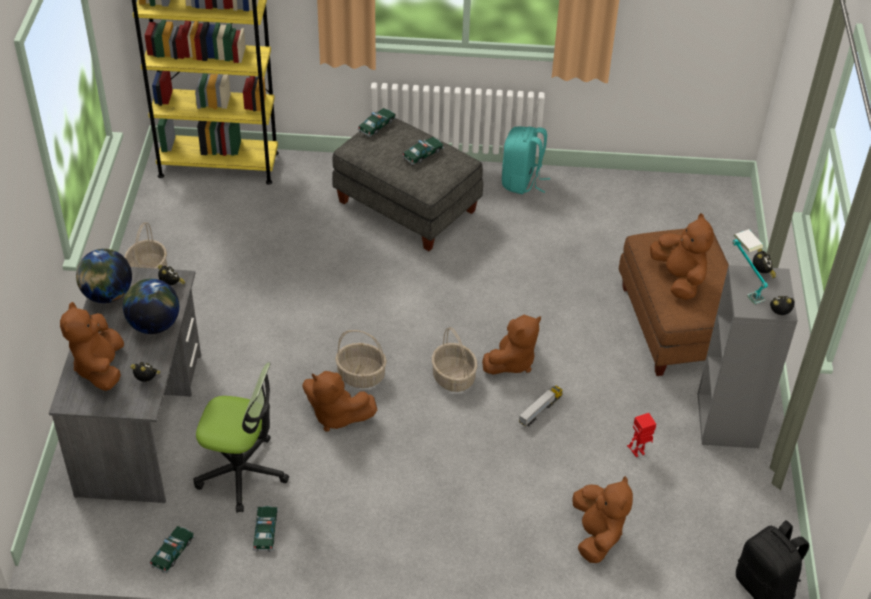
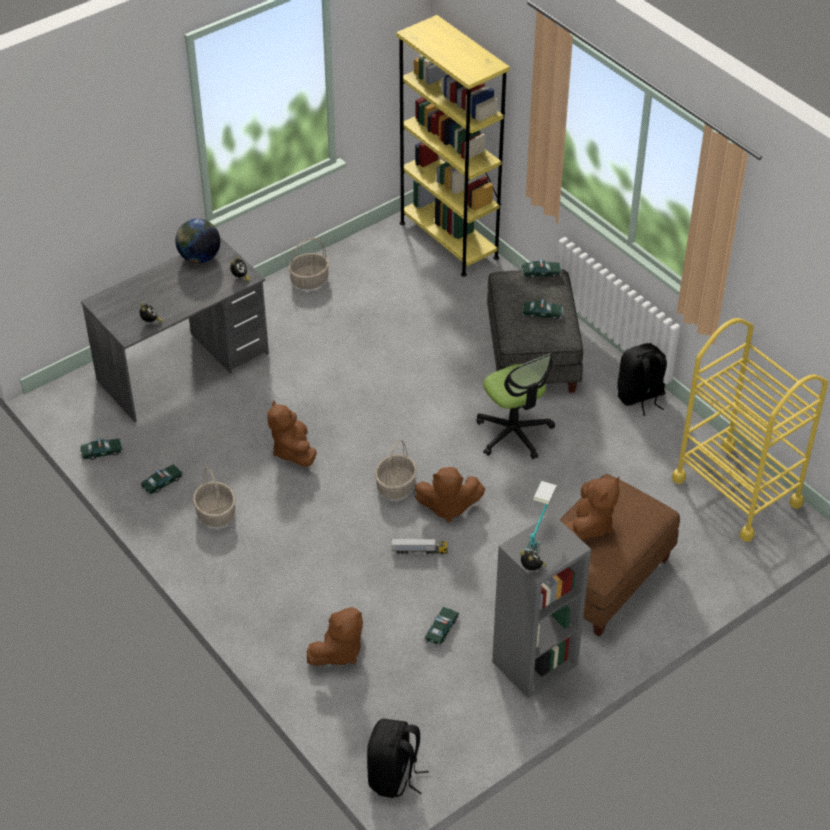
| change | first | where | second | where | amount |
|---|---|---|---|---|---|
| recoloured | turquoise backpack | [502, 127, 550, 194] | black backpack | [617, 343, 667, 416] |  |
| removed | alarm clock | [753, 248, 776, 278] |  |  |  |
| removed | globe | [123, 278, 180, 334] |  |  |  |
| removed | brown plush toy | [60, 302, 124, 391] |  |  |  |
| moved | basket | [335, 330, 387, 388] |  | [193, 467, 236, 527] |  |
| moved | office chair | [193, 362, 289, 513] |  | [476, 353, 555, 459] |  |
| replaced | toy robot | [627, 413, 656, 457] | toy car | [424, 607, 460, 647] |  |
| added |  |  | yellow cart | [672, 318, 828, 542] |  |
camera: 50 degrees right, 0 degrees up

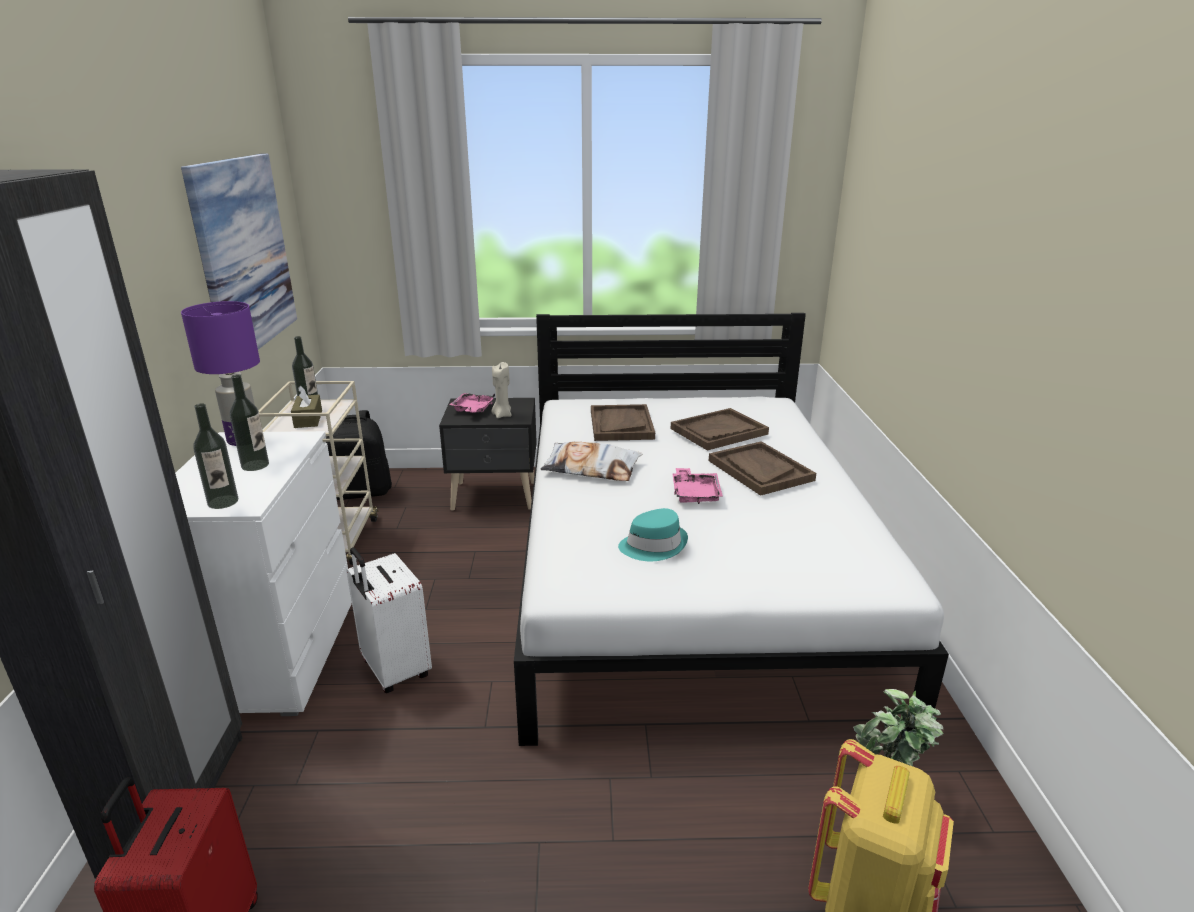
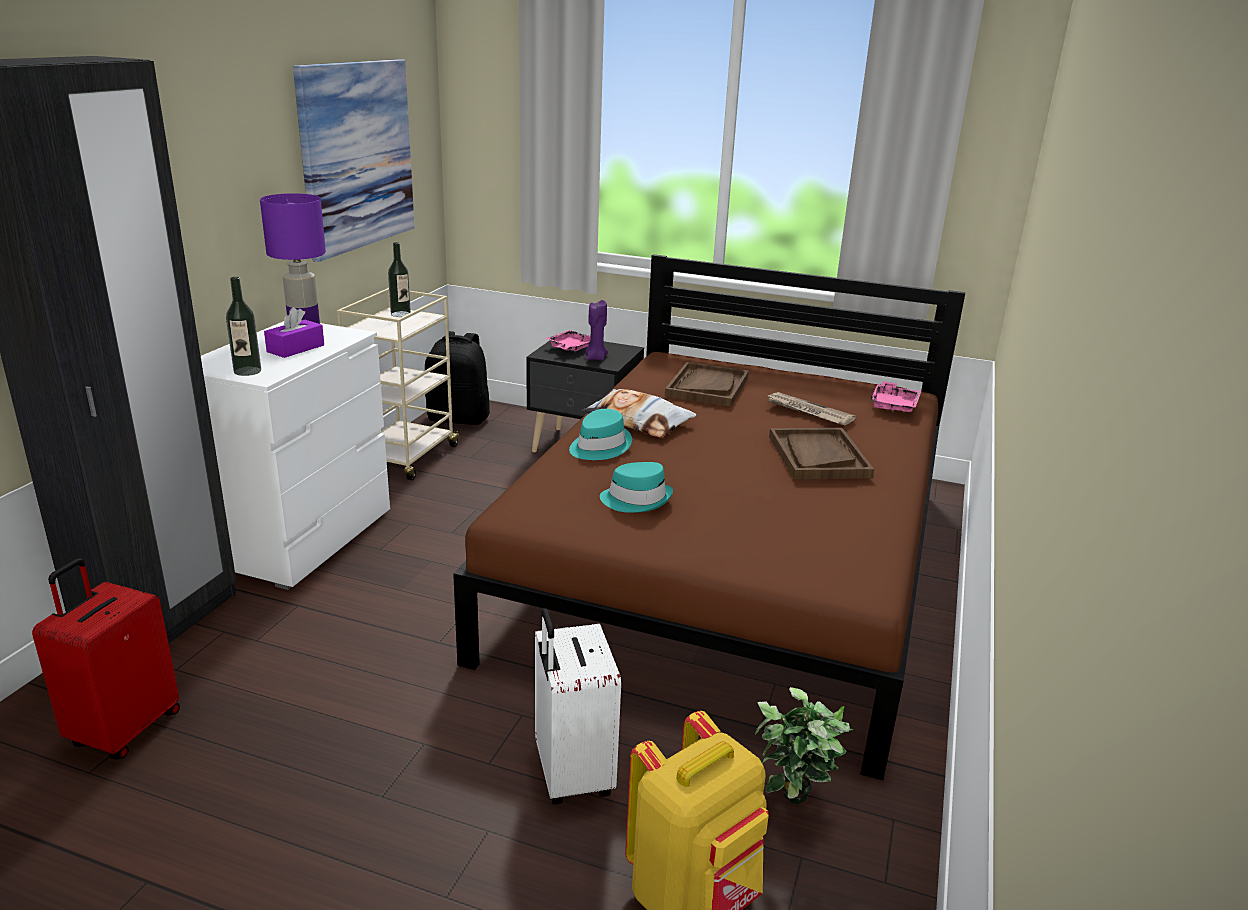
| change | first | where | second | where | amount |
|---|---|---|---|---|---|
| recoloured | white bed | [514, 313, 949, 746] | brown bed | [453, 254, 966, 780] |  |
| recoloured | beige candle | [491, 362, 512, 418] | purple candle | [585, 300, 608, 361] |  |
| replaced | bottle | [230, 374, 269, 471] | purple tissue box | [264, 307, 324, 358] |  |
| removed | brown tissue box | [291, 385, 322, 428] |  |  |  |
| replaced | brown tray | [671, 408, 769, 451] | newspaper | [766, 392, 856, 425] |  |
| moved | pink tray | [672, 468, 723, 504] |  | [871, 381, 921, 412] |  |
| moved | white suitcase | [346, 547, 432, 693] |  | [535, 608, 621, 805] |  |
| added |  |  | turquoise hat | [569, 409, 632, 460] |  |
camera: 20 degrees right, 0 degrees up

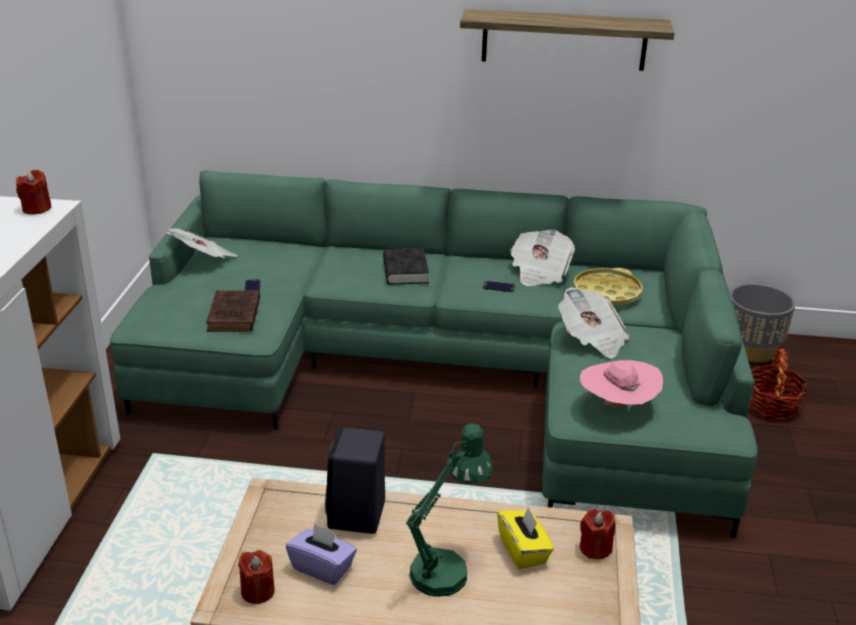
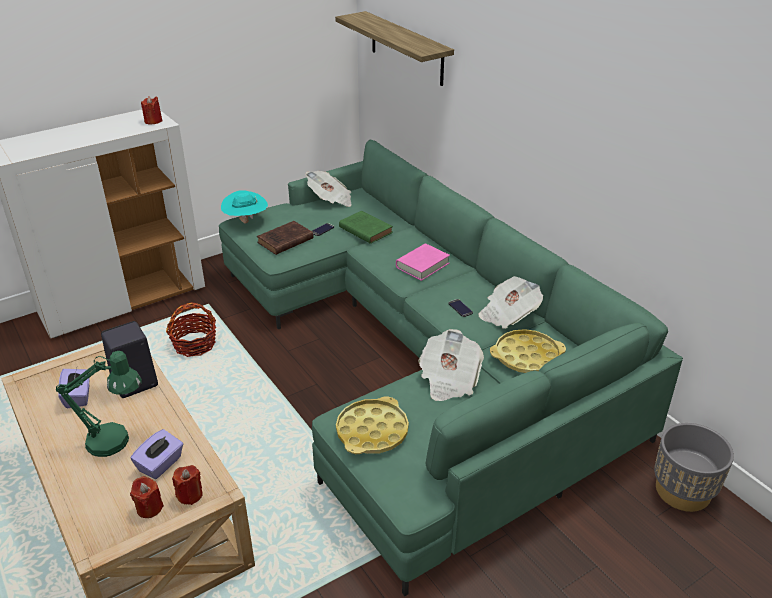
| change | first | where | second | where | amount |
|---|---|---|---|---|---|
| moved | shelf | [460, 9, 674, 71] |  | [335, 11, 454, 86] |  |
| recoloured | black book | [383, 248, 429, 284] | pink book | [396, 244, 450, 281] |  |
| moved | basket | [749, 349, 808, 420] |  | [166, 302, 216, 357] |  |
| replaced | pink hat | [580, 360, 663, 412] | yellow tray | [336, 396, 409, 454] |  |
| recoloured | yellow tissue box | [497, 506, 554, 569] | purple tissue box | [131, 429, 183, 479] |  |
| moved | red candle | [238, 550, 275, 604] |  | [130, 476, 164, 518] |  |
| added |  |  | turquoise hat | [221, 190, 268, 224] |  |
| added |  |  | green book | [339, 211, 393, 244] |  |
camera: 50 degrees right, 5 degrees up

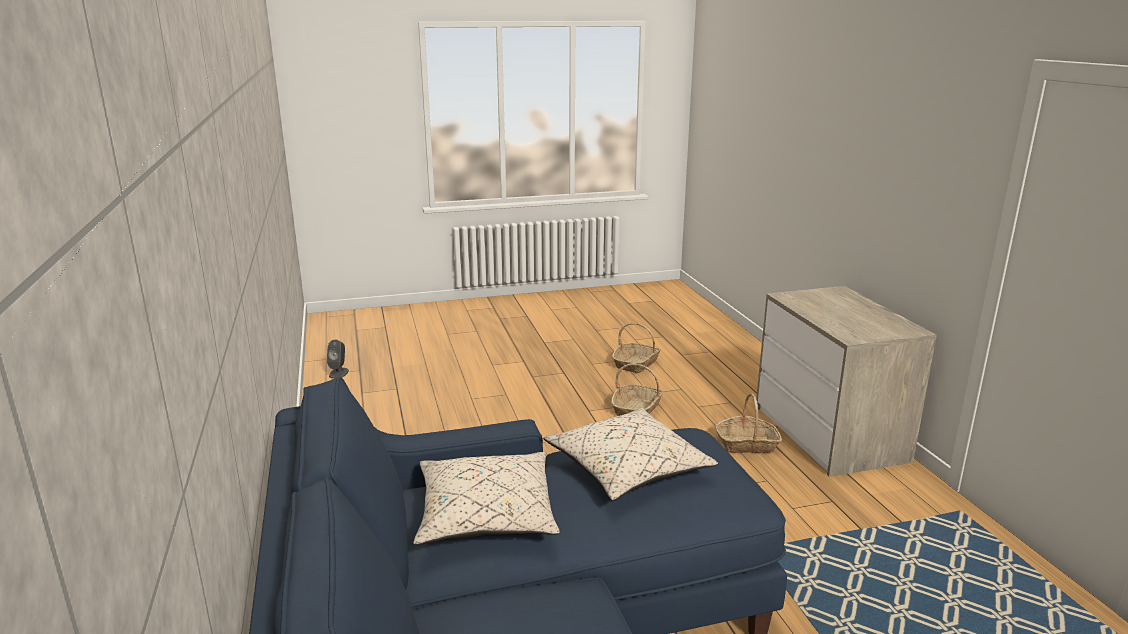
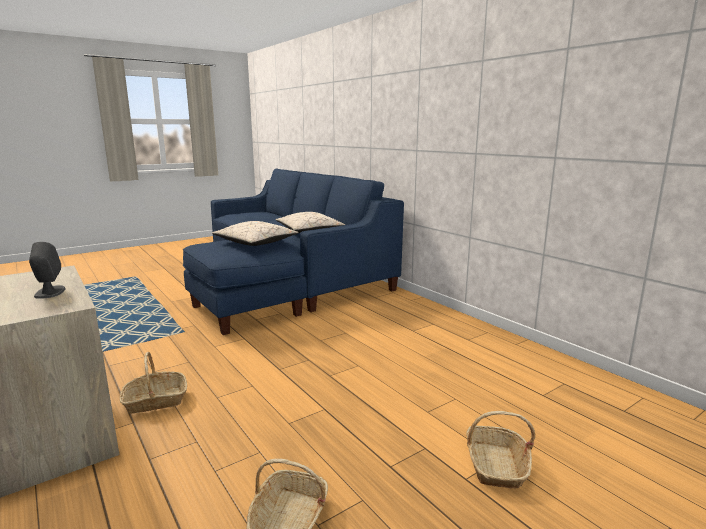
| change | first | where | second | where | amount |
|---|---|---|---|---|---|
| moved | grey speaker | [327, 339, 349, 379] |  | [29, 242, 65, 299] |  |
| moved | basket | [611, 363, 663, 416] |  | [466, 411, 535, 489] |  |
camera: 160 degrees right, 5 degrees down

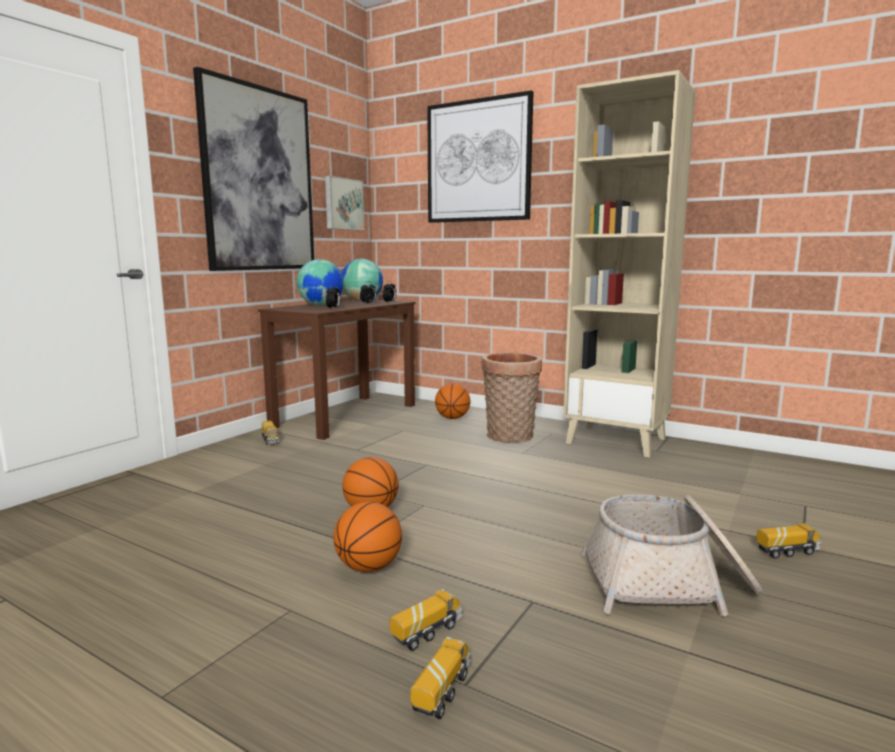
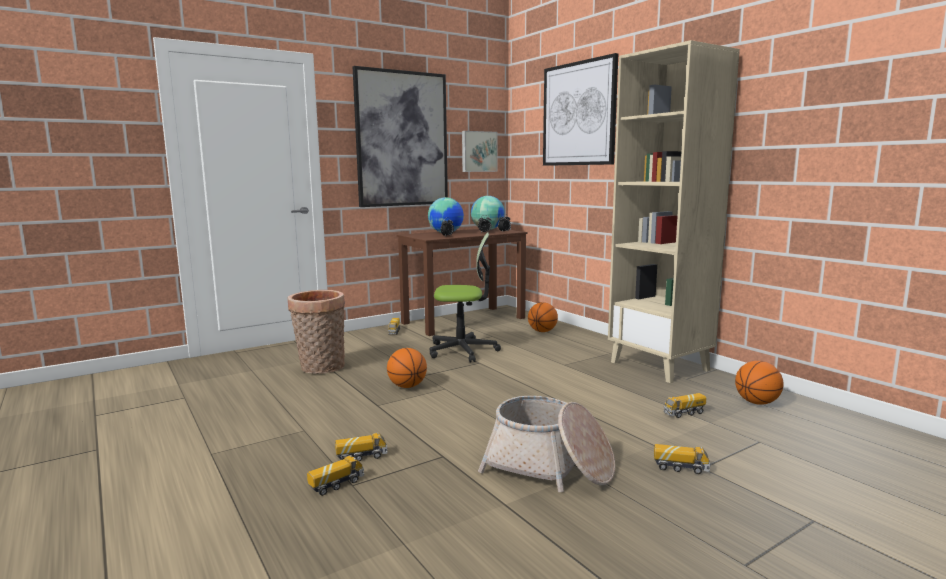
| change | first | where | second | where | amount |
|---|---|---|---|---|---|
| moved | basket | [482, 352, 542, 443] |  | [287, 290, 345, 374] |  |
| moved | basketball | [334, 502, 402, 572] |  | [735, 361, 783, 405] |  |
| added |  |  | office chair | [429, 232, 501, 362] |  |
| added |  |  | toy truck | [663, 393, 706, 418] |  |
camera: 25 degrees right, 0 degrees up

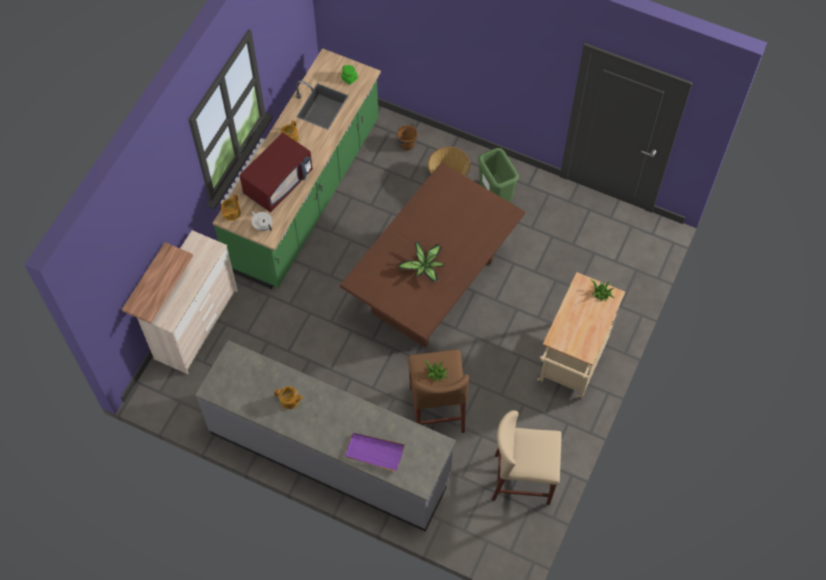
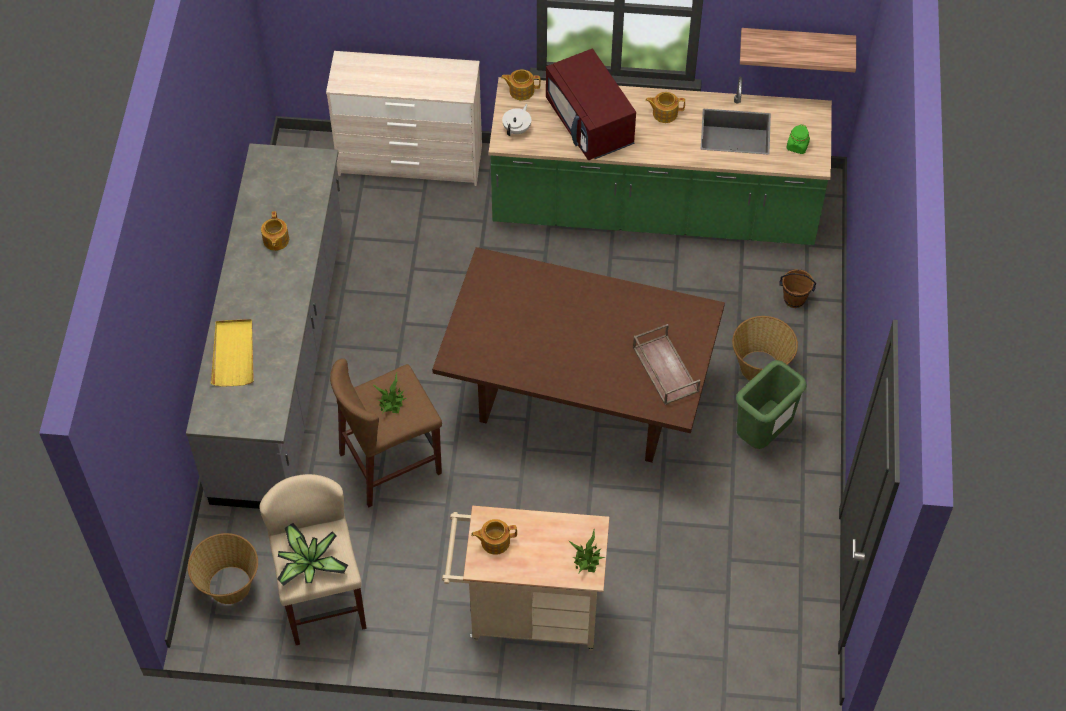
| change | first | where | second | where | amount |
|---|---|---|---|---|---|
| turned | red microwave | [239, 132, 313, 212] |  | [546, 49, 636, 161] | 45 degrees clockwise |
| moved | shelf | [122, 242, 193, 324] |  | [740, 28, 856, 72] |  |
| moved | potted plant | [398, 242, 444, 282] |  | [277, 523, 348, 586] |  |
| recoloured | purple tray | [345, 433, 405, 472] | yellow tray | [211, 319, 254, 387] |  |
| added |  |  | brown tray | [633, 324, 700, 405] |  |
| added |  |  | teapot | [471, 519, 517, 555] |  |
| added |  |  | basket | [188, 533, 258, 604] |  |
camera: 70 degrees right, 5 degrees down

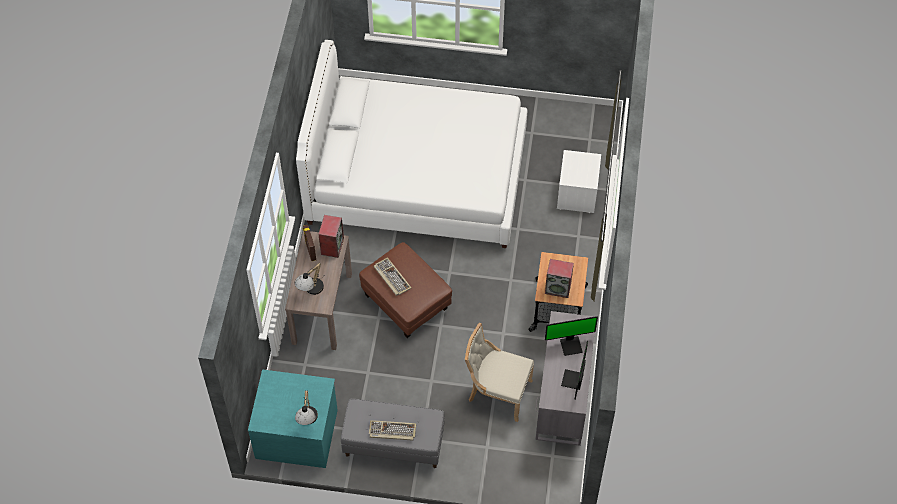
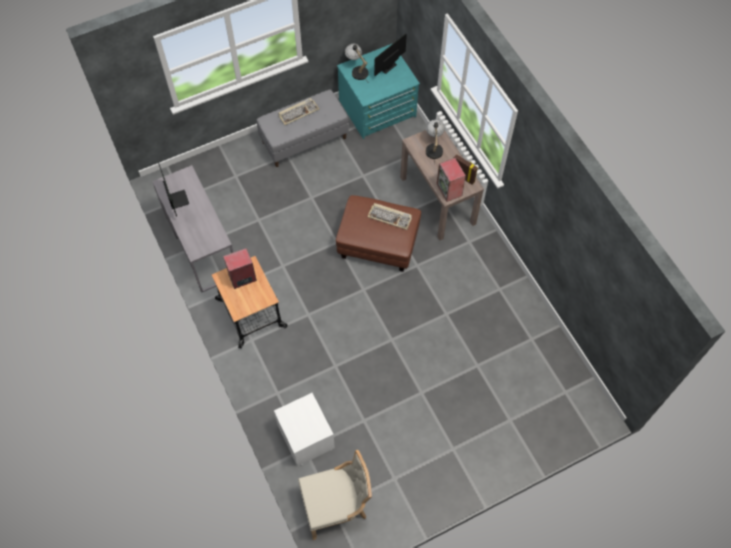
| change | first | where | second | where | amount |
|---|---|---|---|---|---|
| removed | white bed | [296, 40, 528, 248] |  |  |  |
| moved | monitor | [545, 316, 598, 356] |  | [374, 34, 407, 76] |  |
| moved | beige chair | [465, 323, 534, 422] |  | [298, 450, 372, 540] |  |
camera: 145 degrees right, 5 degrees up

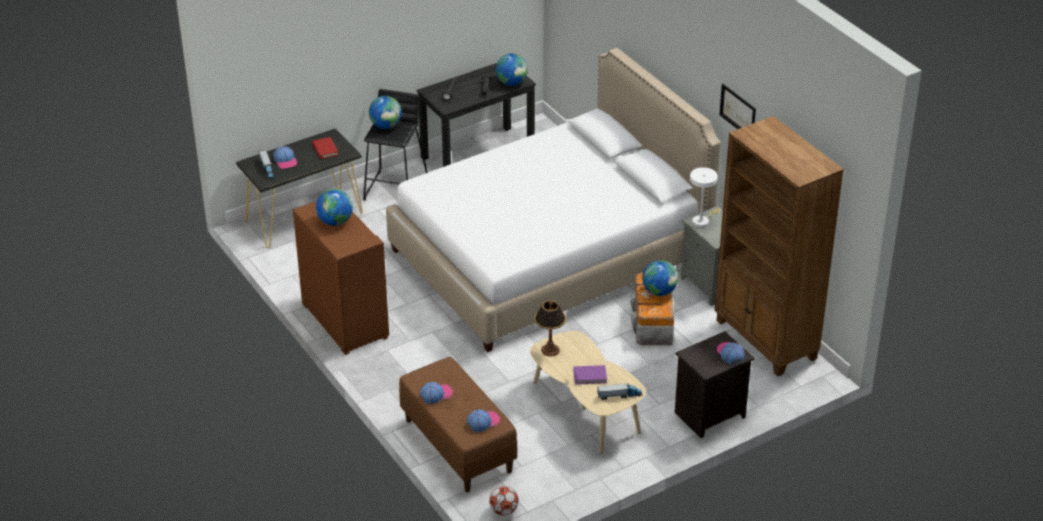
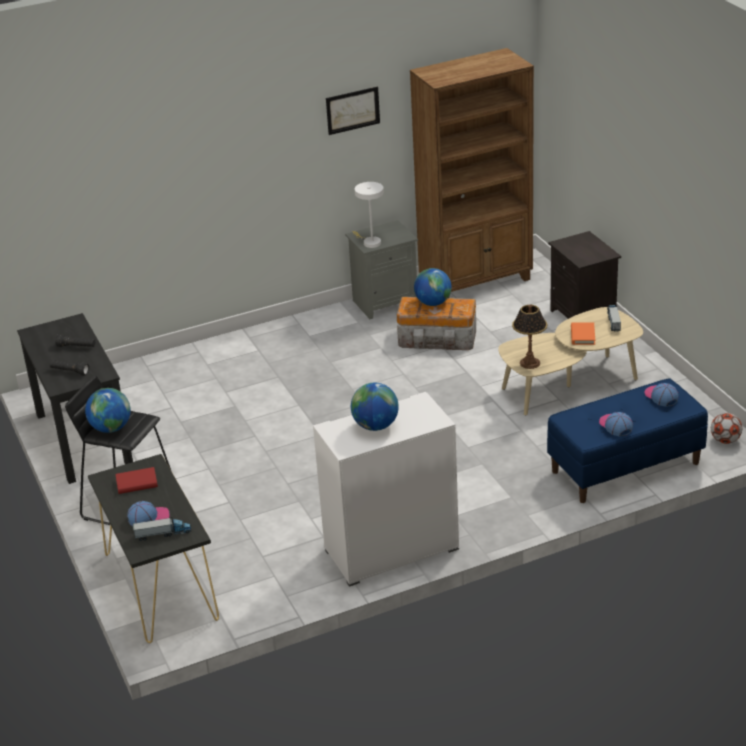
| change | first | where | second | where | amount |
|---|---|---|---|---|---|
| removed | white bed | [386, 48, 721, 352] |  |  |  |
| removed | globe | [496, 53, 528, 86] |  |  |  |
| recoloured | brown cabinet | [293, 201, 389, 355] | white cabinet | [313, 392, 459, 587] |  |
| removed | cap | [717, 342, 745, 364] |  |  |  |
| recoloured | brown bench | [399, 357, 517, 492] | blue bench | [547, 378, 708, 503] |  |
| recoloured | purple book | [573, 365, 607, 384] | orange book | [571, 322, 595, 345] |  |
camera: 80 degrees left, 5 degrees down

